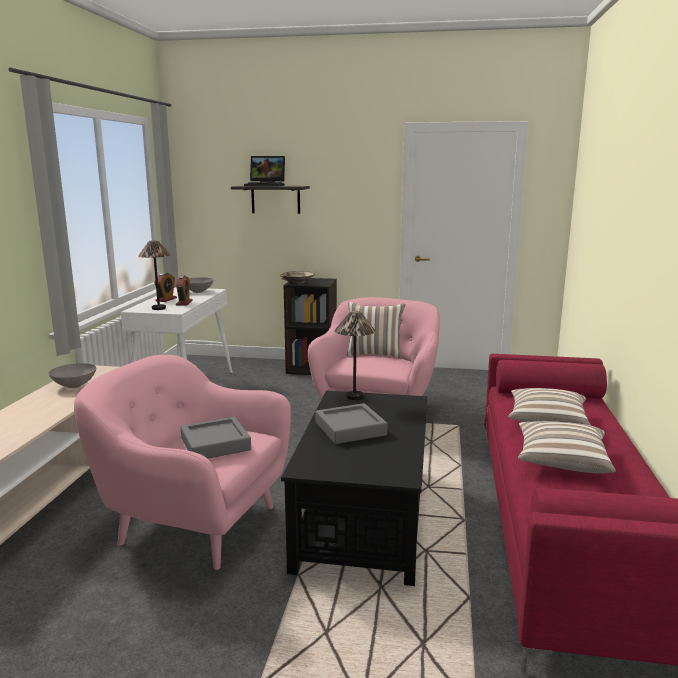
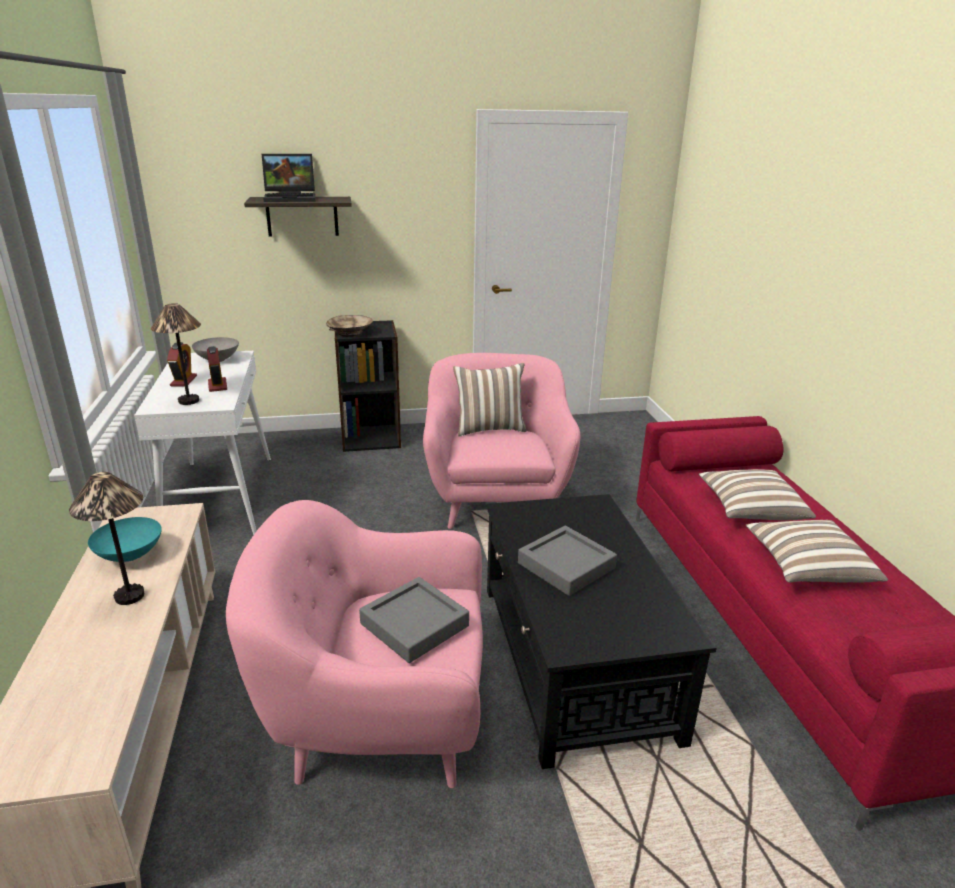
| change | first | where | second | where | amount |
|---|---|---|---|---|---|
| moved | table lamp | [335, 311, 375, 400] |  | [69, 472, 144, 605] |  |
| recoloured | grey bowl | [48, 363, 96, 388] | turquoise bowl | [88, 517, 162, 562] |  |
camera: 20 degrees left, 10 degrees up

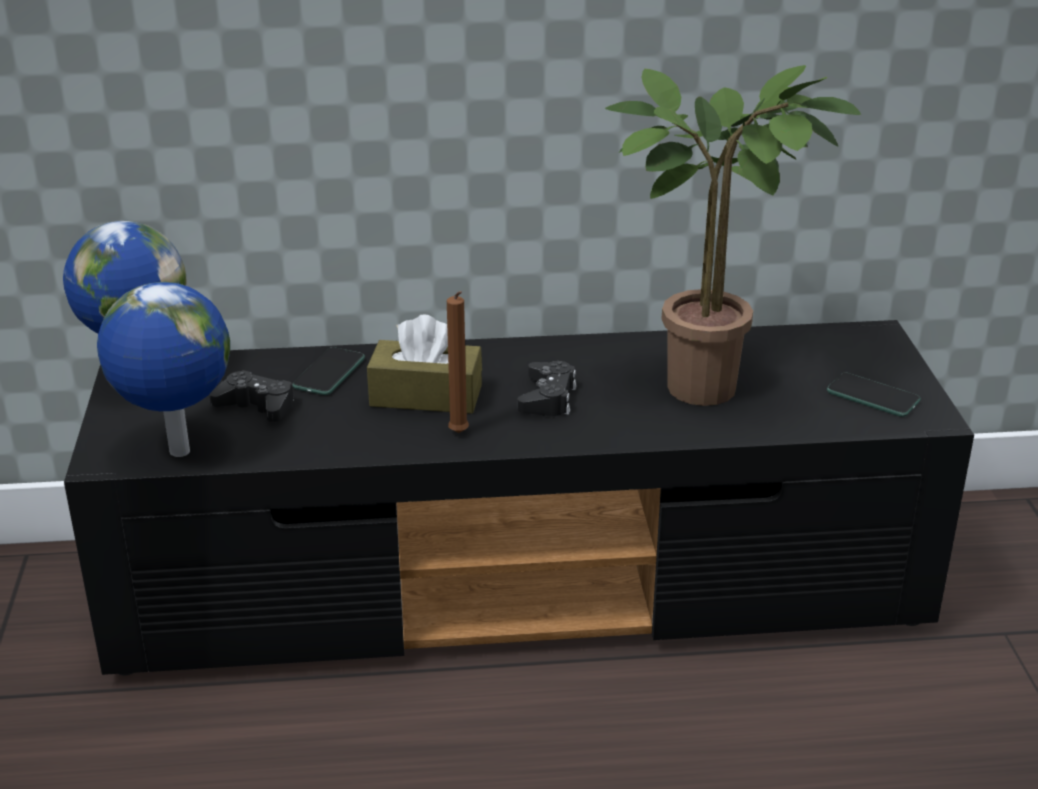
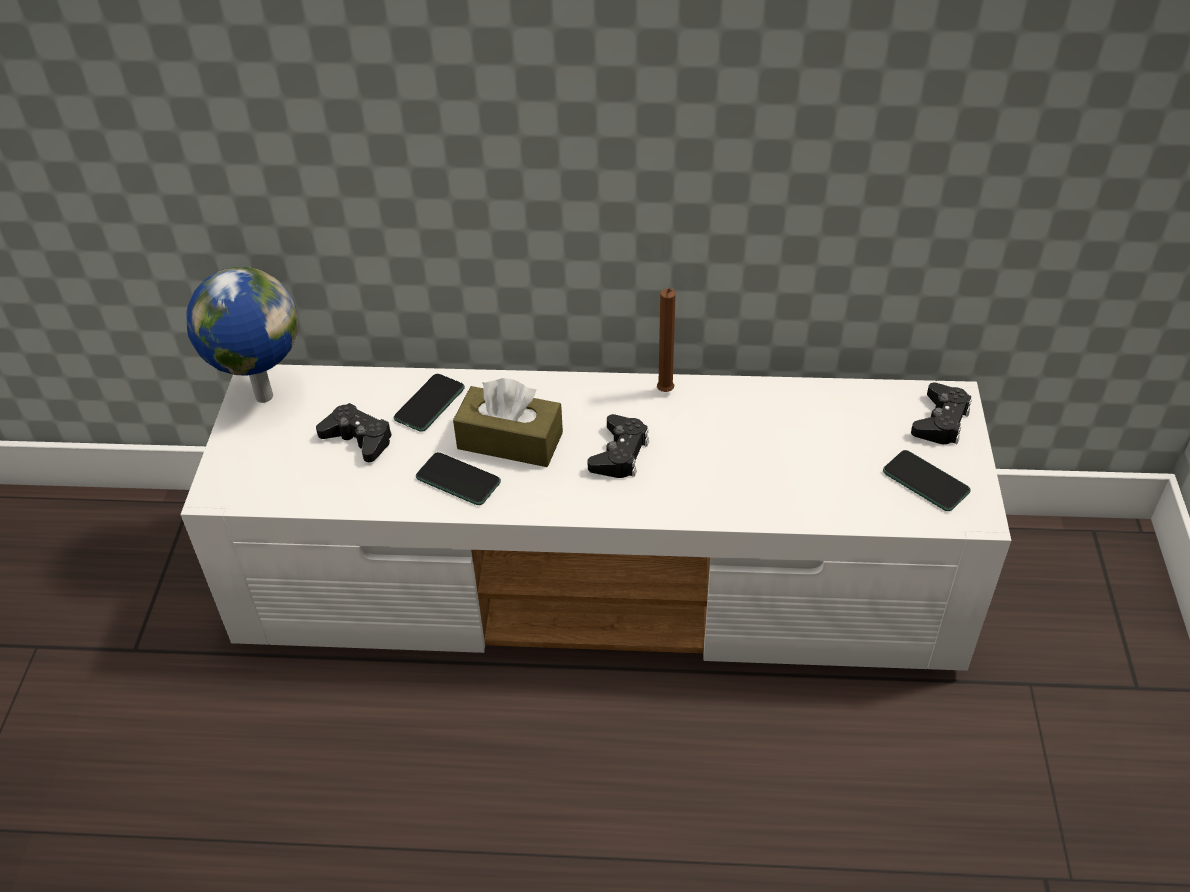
| change | first | where | second | where | amount |
|---|---|---|---|---|---|
| removed | potted plant | [605, 65, 861, 406] |  |  |  |
| removed | globe | [97, 282, 230, 457] |  |  |  |
| moved | brown candle | [447, 291, 469, 433] |  | [657, 288, 676, 392] |  |
| recoloured | black tv stand | [64, 320, 974, 675] | white tv stand | [180, 365, 1011, 671] |  |
| added |  |  | black game controller | [911, 382, 972, 444] |  |
| added |  |  | phone | [416, 452, 501, 505] |  |
camera: 10 degrees right, 15 degrees up

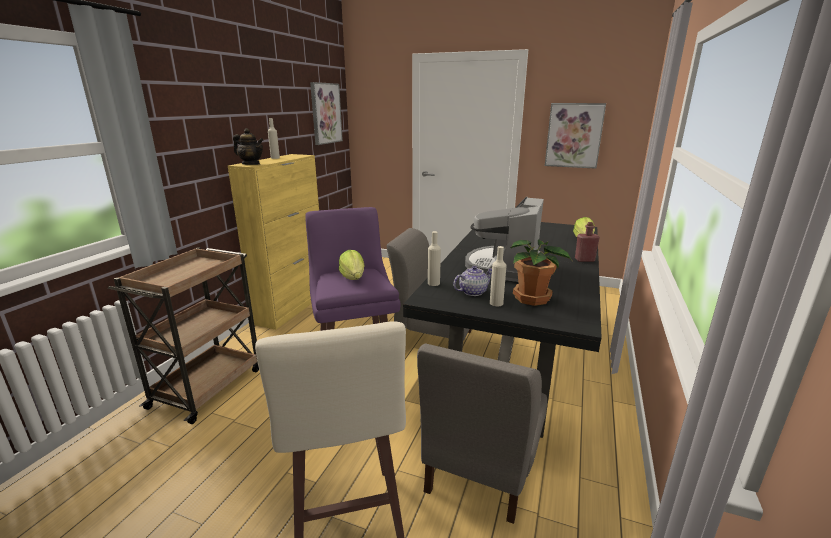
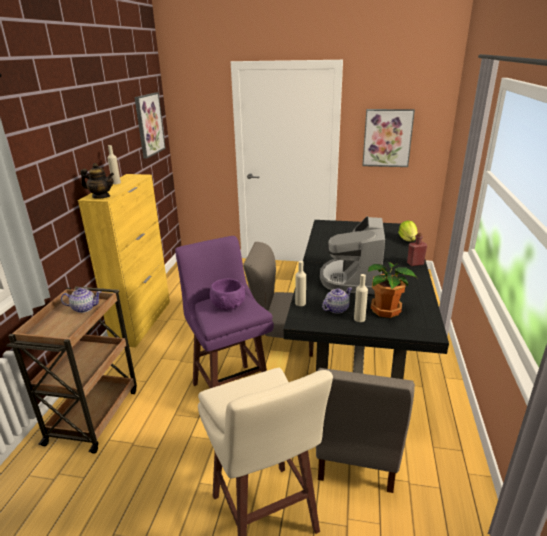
| change | first | where | second | where | amount |
|---|---|---|---|---|---|
| replaced | lettuce | [339, 250, 365, 280] | purple bowl | [210, 279, 245, 310] |  |
| added |  |  | teapot | [61, 288, 101, 313] |  |
camera: 10 degrees left, 5 degrees up

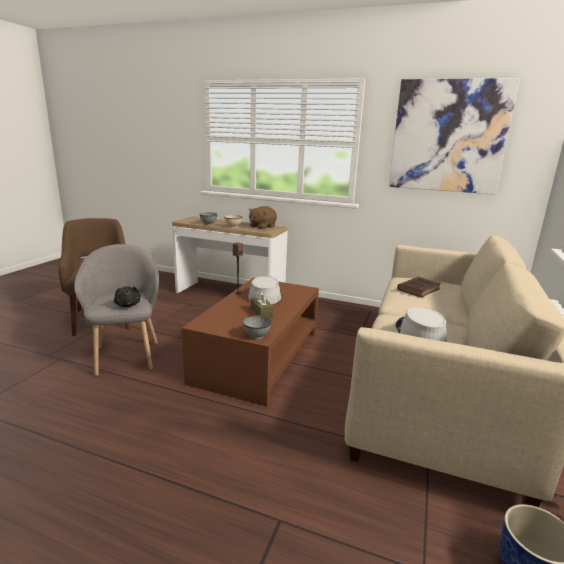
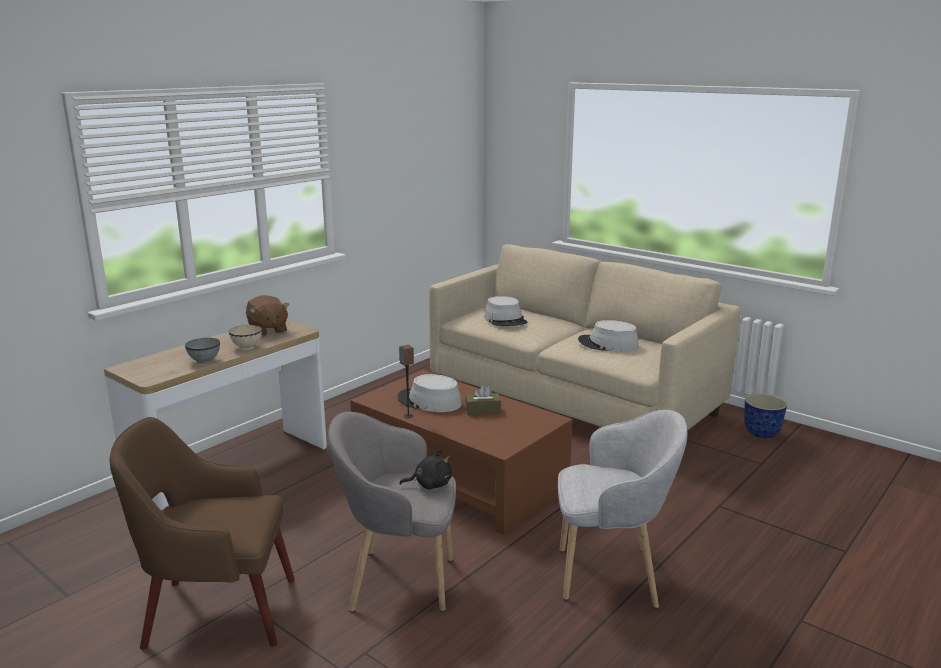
| change | first | where | second | where | amount |
|---|---|---|---|---|---|
| removed | picture | [389, 78, 520, 194] |  |  |  |
| replaced | brown book | [397, 277, 441, 298] | grey hat | [484, 296, 527, 326] |  |
| removed | grey bowl | [243, 316, 271, 339] |  |  |  |
| added |  |  | grey armchair | [558, 410, 688, 609] |  |
camera: 70 degrees left, 0 degrees up

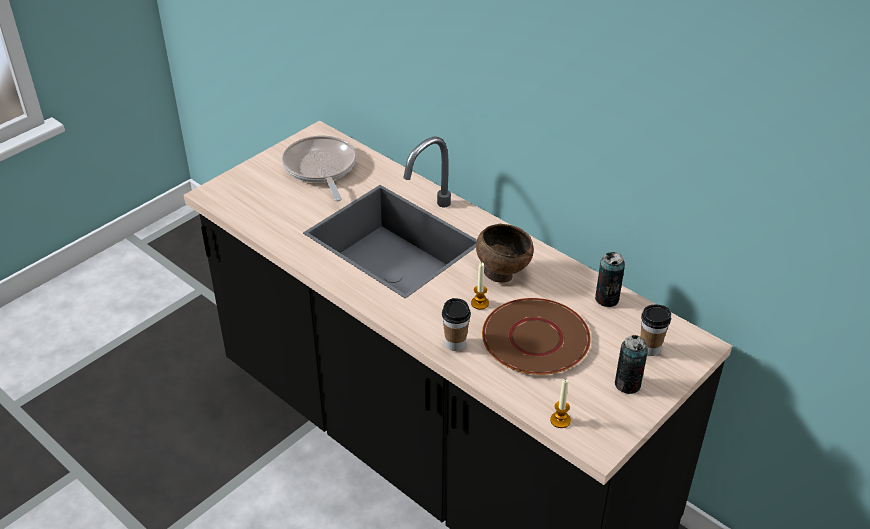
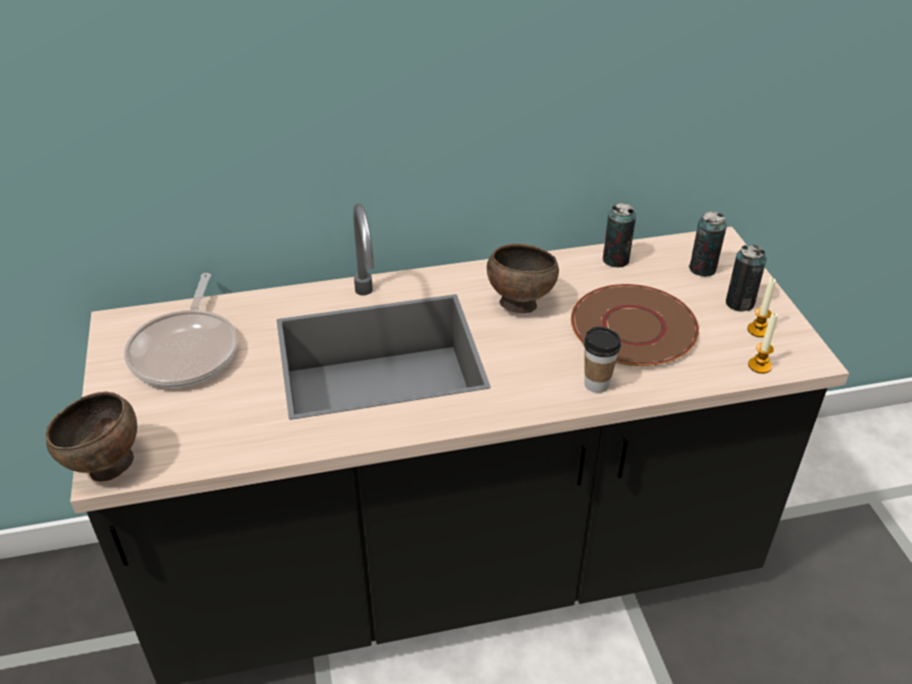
| change | first | where | second | where | amount |
|---|---|---|---|---|---|
| turned | frying pan | [282, 135, 356, 201] |  | [124, 273, 238, 388] | 105 degrees counterclockwise |
| moved | candle | [471, 263, 489, 310] |  | [747, 278, 776, 337] |  |
| replaced | cup | [641, 305, 671, 356] | can | [689, 212, 727, 277] |  |
| added |  |  | brown bowl | [46, 392, 137, 482] |  |
camera: 55 degrees left, 0 degrees up

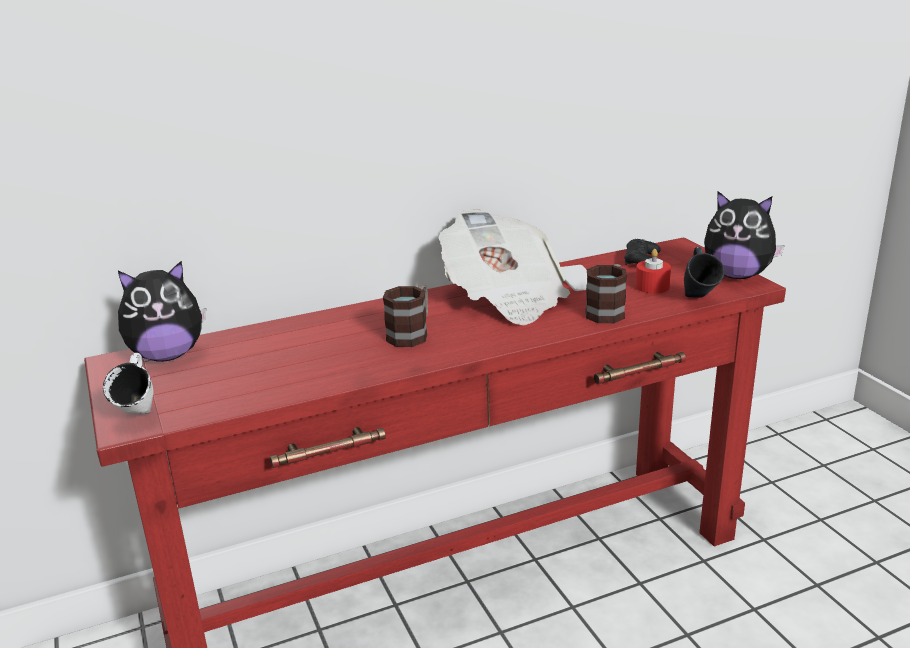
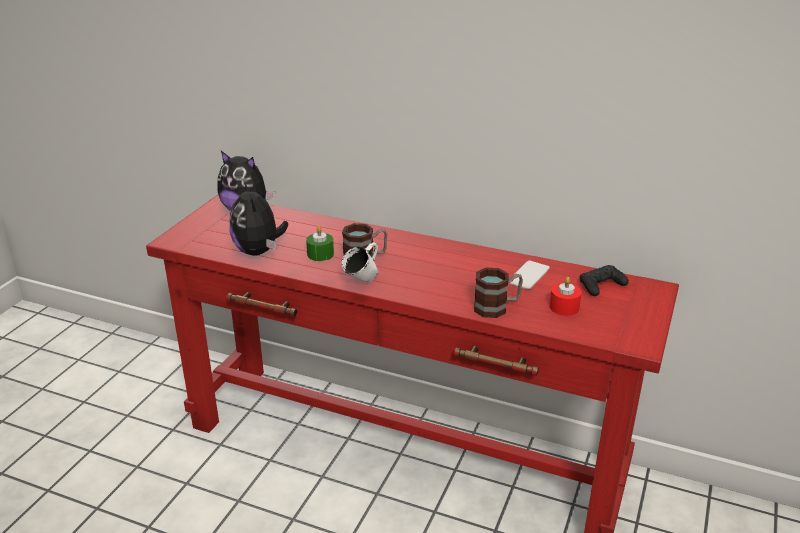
| change | first | where | second | where | amount |
|---|---|---|---|---|---|
| moved | plush toy | [704, 191, 785, 279] |  | [229, 181, 288, 256] |  |
| removed | newspaper | [439, 209, 570, 325] |  |  |  |
| removed | blue mug | [684, 247, 724, 298] |  |  |  |
| moved | white mug | [103, 353, 154, 414] |  | [342, 242, 378, 283] |  |
| added |  |  | green candle | [306, 226, 334, 261] |  |
camera: 45 degrees right, 5 degrees up

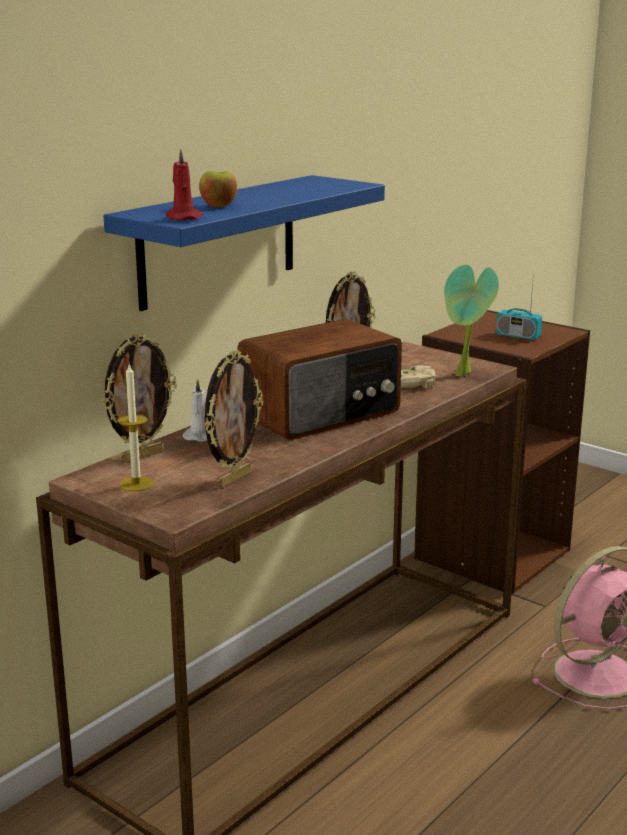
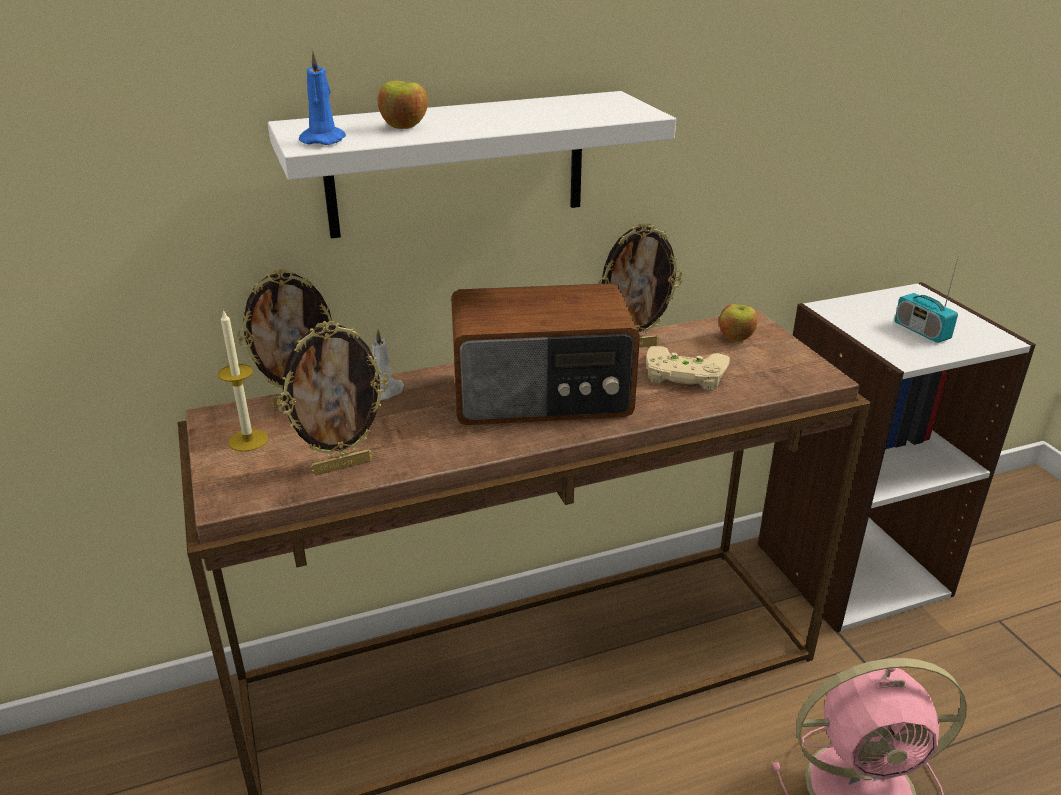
| change | first | where | second | where | amount |
|---|---|---|---|---|---|
| recoloured | red candle | [166, 148, 203, 220] | blue candle | [299, 50, 346, 145] |  |
| recoloured | blue shelf | [103, 175, 385, 311] | white shelf | [268, 91, 676, 239] |  |
| removed | potted plant | [444, 265, 499, 377] |  |  |  |
| recoloured | brown bookcase | [414, 310, 590, 594] | white bookcase | [758, 282, 1036, 632] |  |
| added |  |  | apple | [719, 304, 758, 341] |  |
camera: 30 degrees right, 10 degrees up

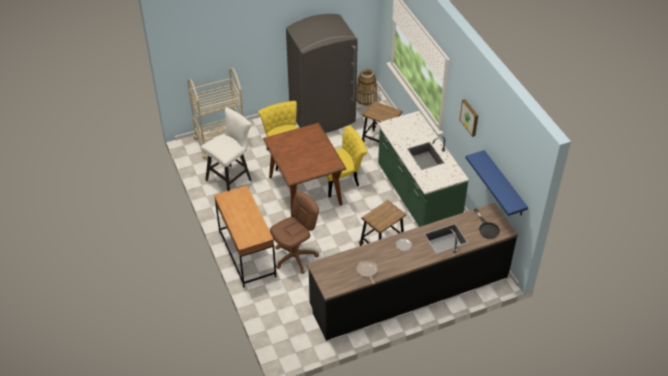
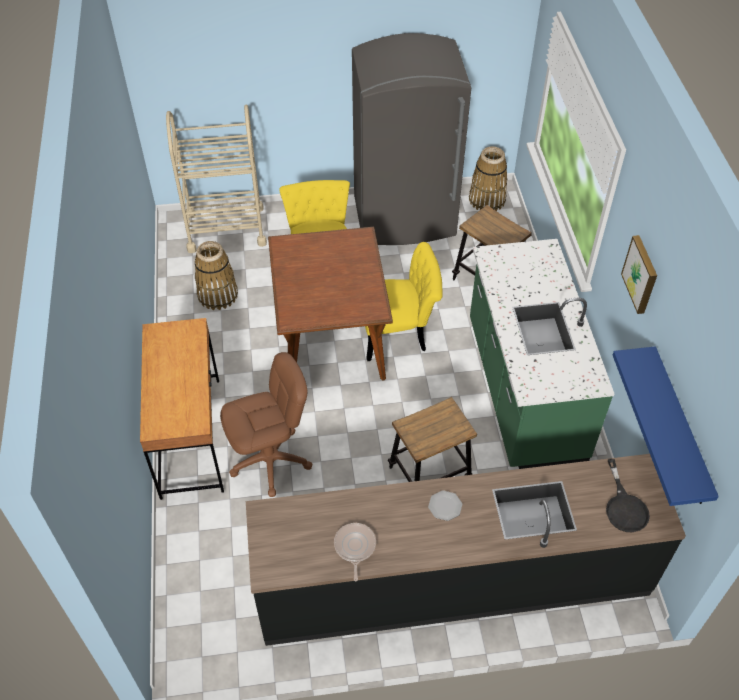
| change | first | where | second | where | amount |
|---|---|---|---|---|---|
| replaced | white stool | [201, 107, 252, 191] | basket | [195, 241, 238, 310] |  |
camera: 15 degrees right, 5 degrees up

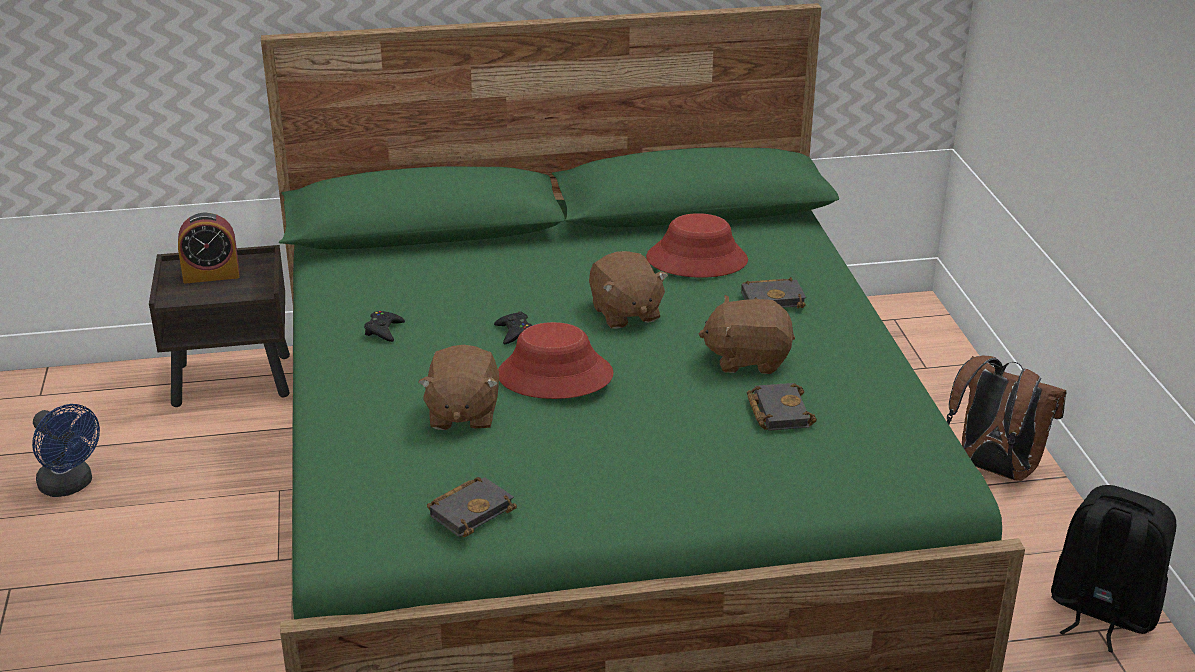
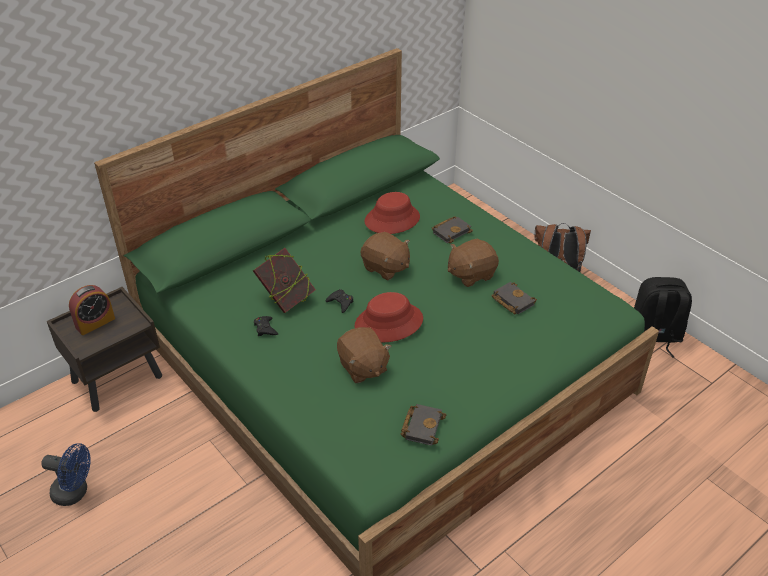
| change | first | where | second | where | amount |
|---|---|---|---|---|---|
| added |  |  | book | [253, 248, 316, 313] |  |
camera: 30 degrees left, 10 degrees up

